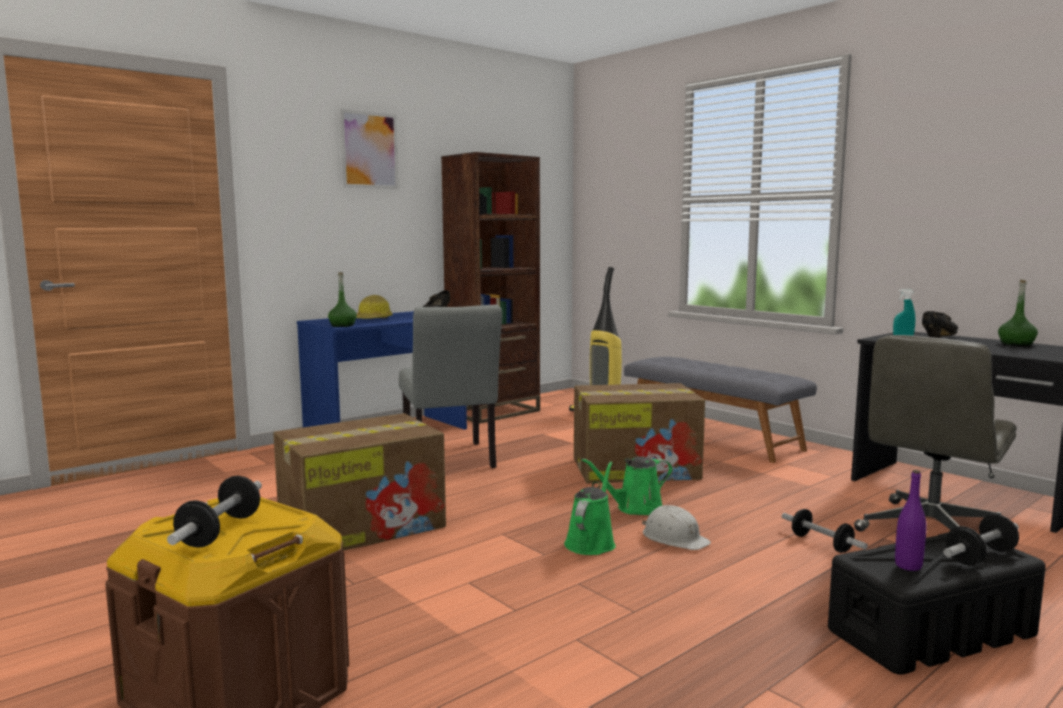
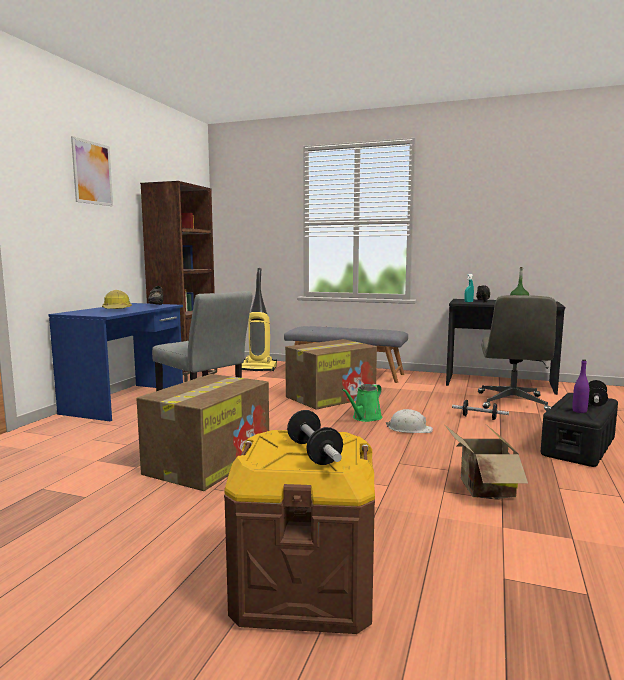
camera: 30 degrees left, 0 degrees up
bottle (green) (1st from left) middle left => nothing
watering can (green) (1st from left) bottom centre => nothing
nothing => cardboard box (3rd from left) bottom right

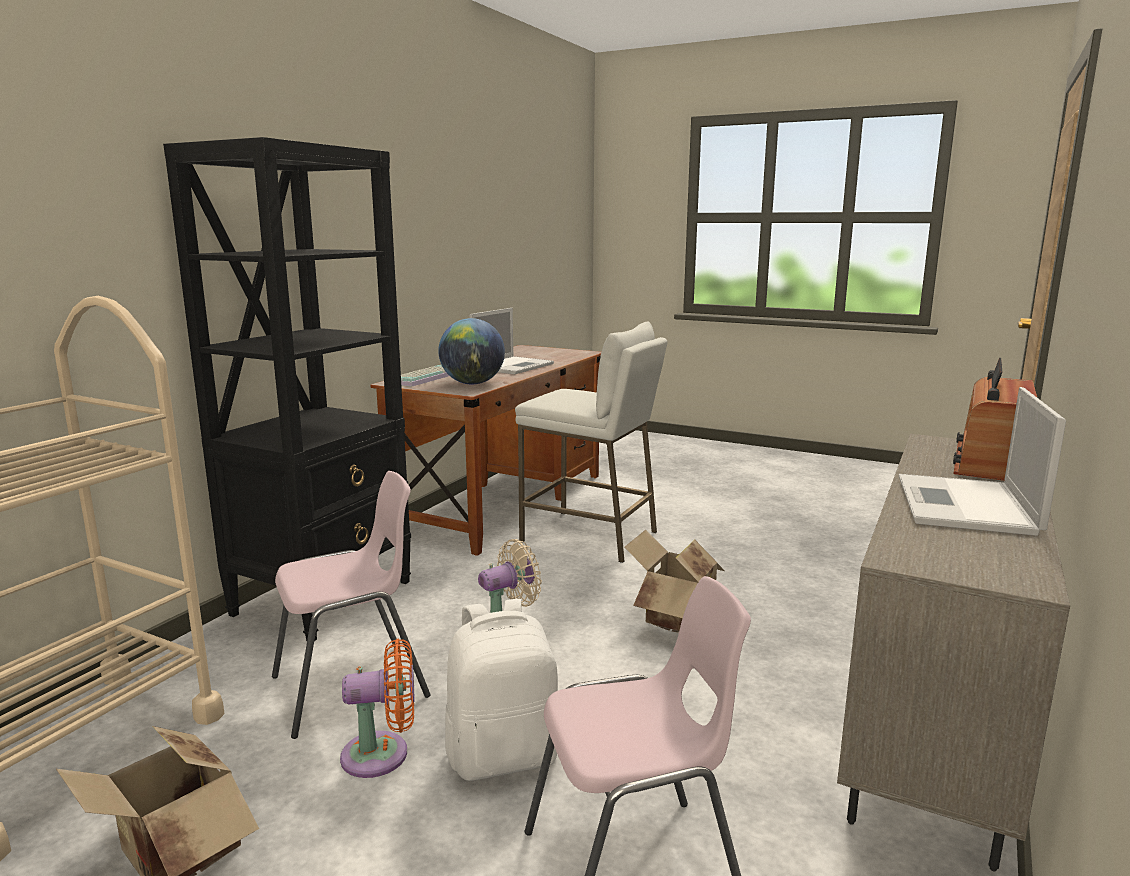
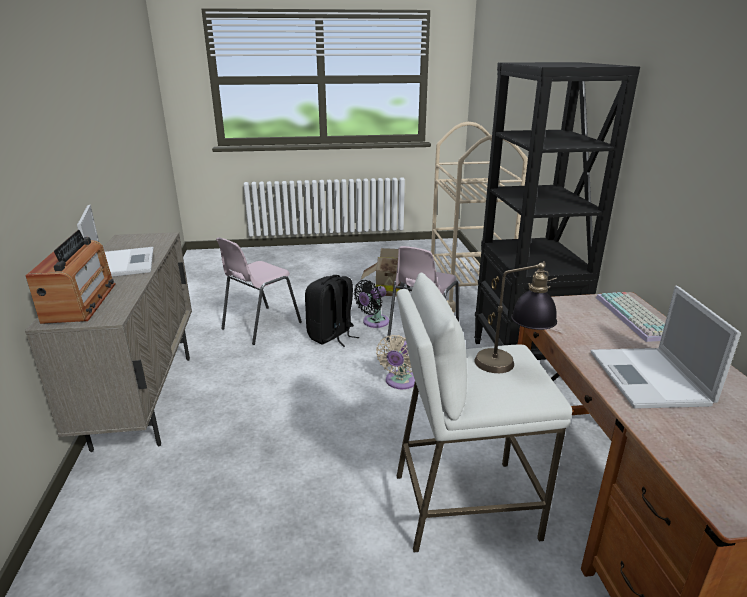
camera: 145 degrees right, 10 degrees up
globe centre => nothing
cardboard box (2nd from left) centre => nothing
nothing => table lamp middle right
fan (orange) bottom centre => fan (black) centre
backpack (white) bottom centre => backpack (black) centre

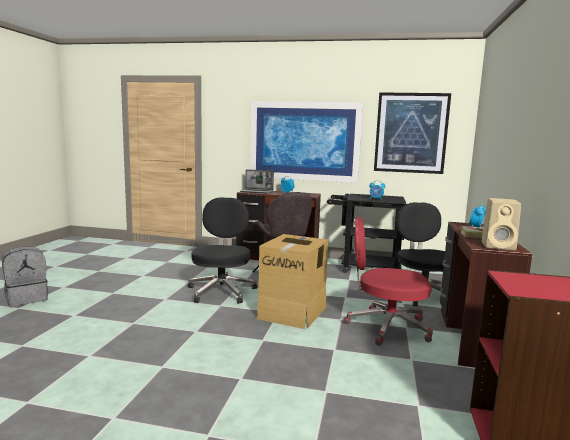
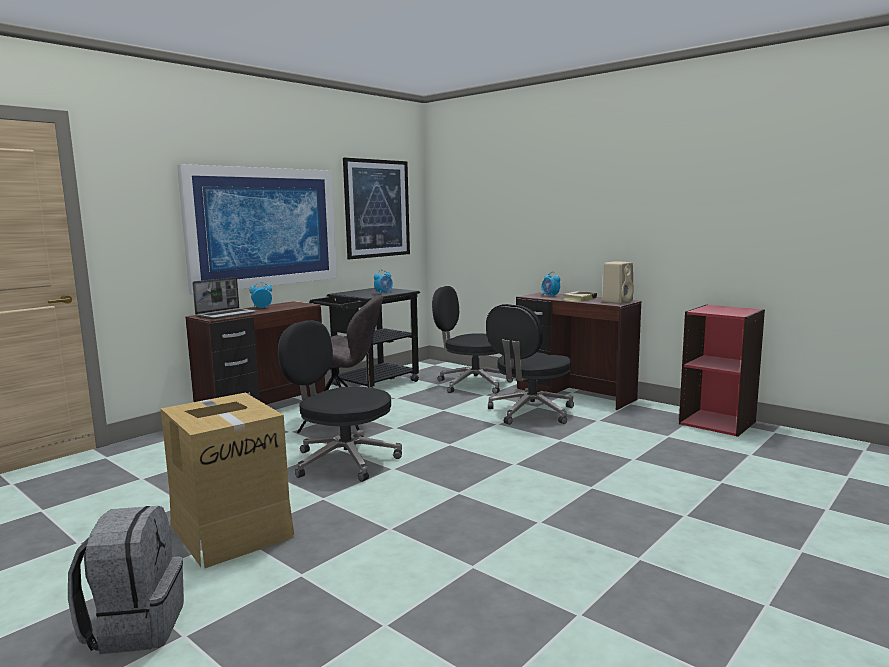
camera: 60 degrees left, 0 degrees up
cardboard box centre => cardboard box bottom left, moved
office chair (red) middle right => office chair (black) (3rd from left) centre

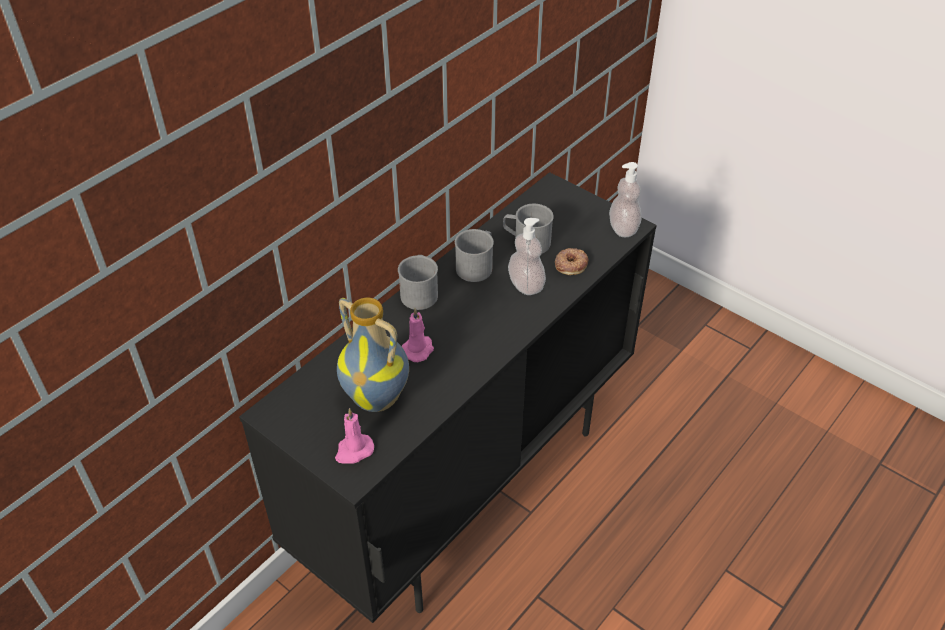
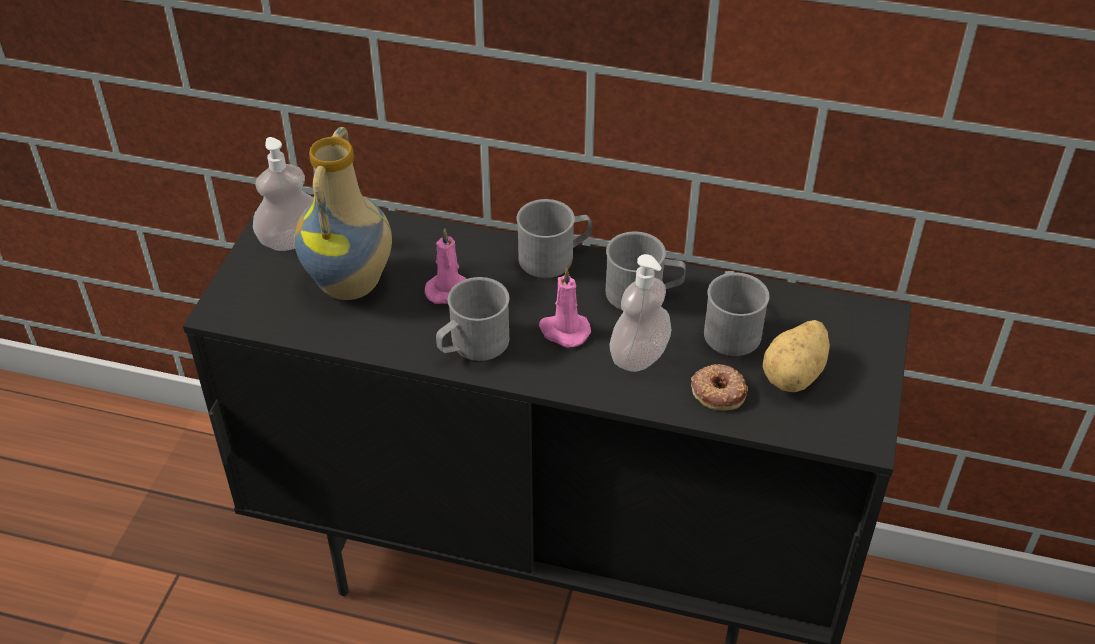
camera: 65 degrees right, 0 degrees up
nothing => mug (grey) (1st from left) centre
nothing => potato middle right
candle (pink) (1st from left in the first image) bottom centre => candle (pink) (2nd from left) centre, moved
soap dispenser (2nd from left in the first image) top centre => soap dispenser (1st from left) top left, moved

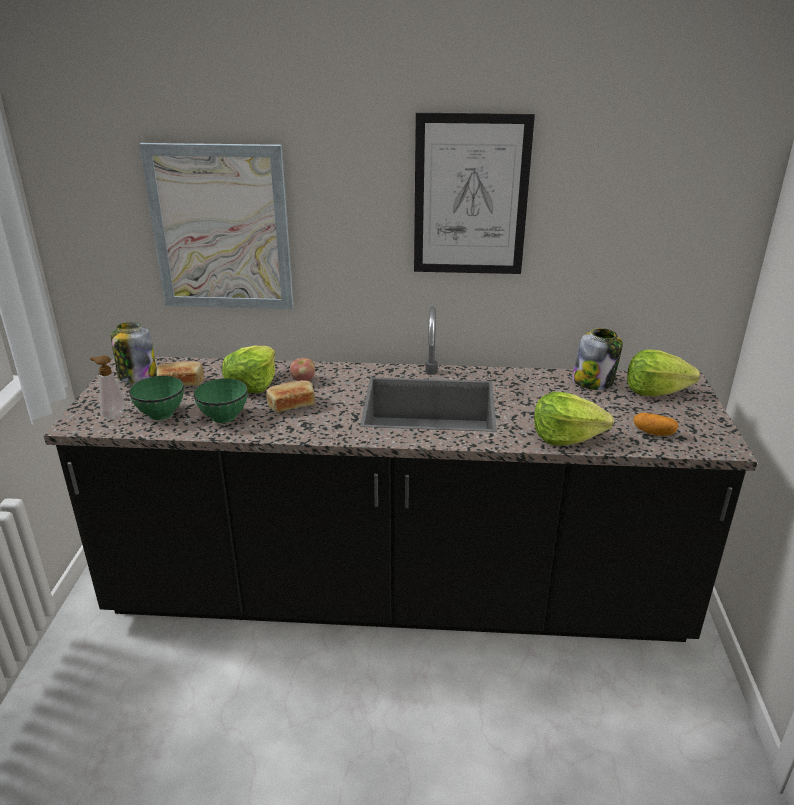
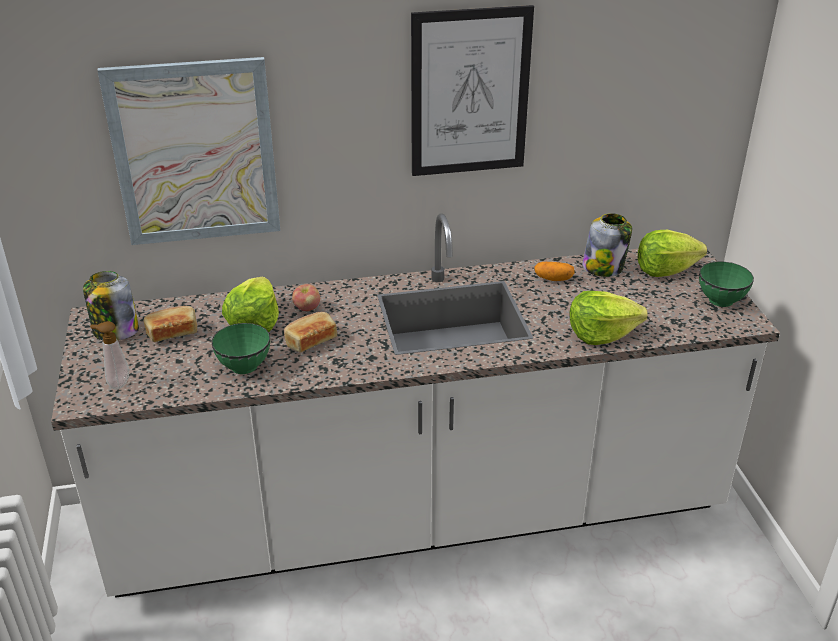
camera: 15 degrees left, 5 degrees up
bowl (green) (1st from left in the first image) middle left => bowl (green) (2nd from left) middle right, moved
potato middle right => potato centre, moved
counter (black) centre => counter (white) centre

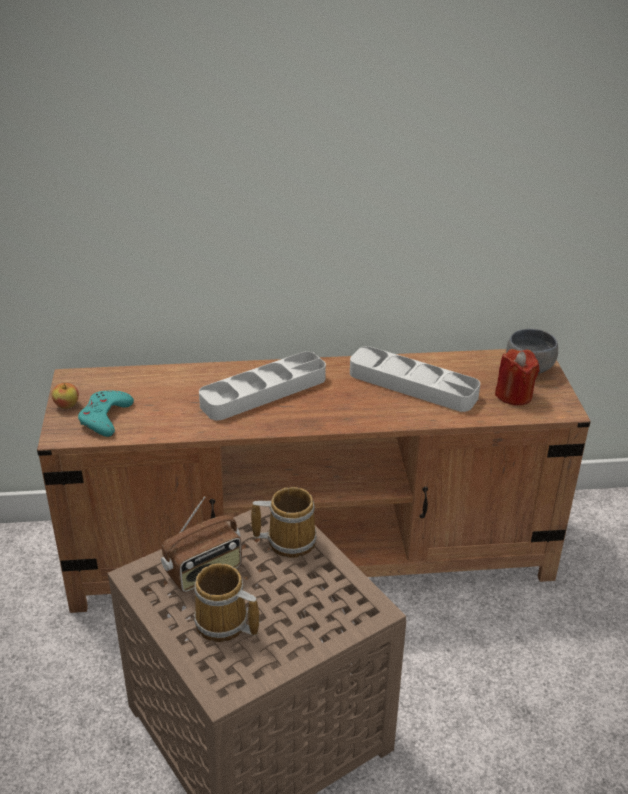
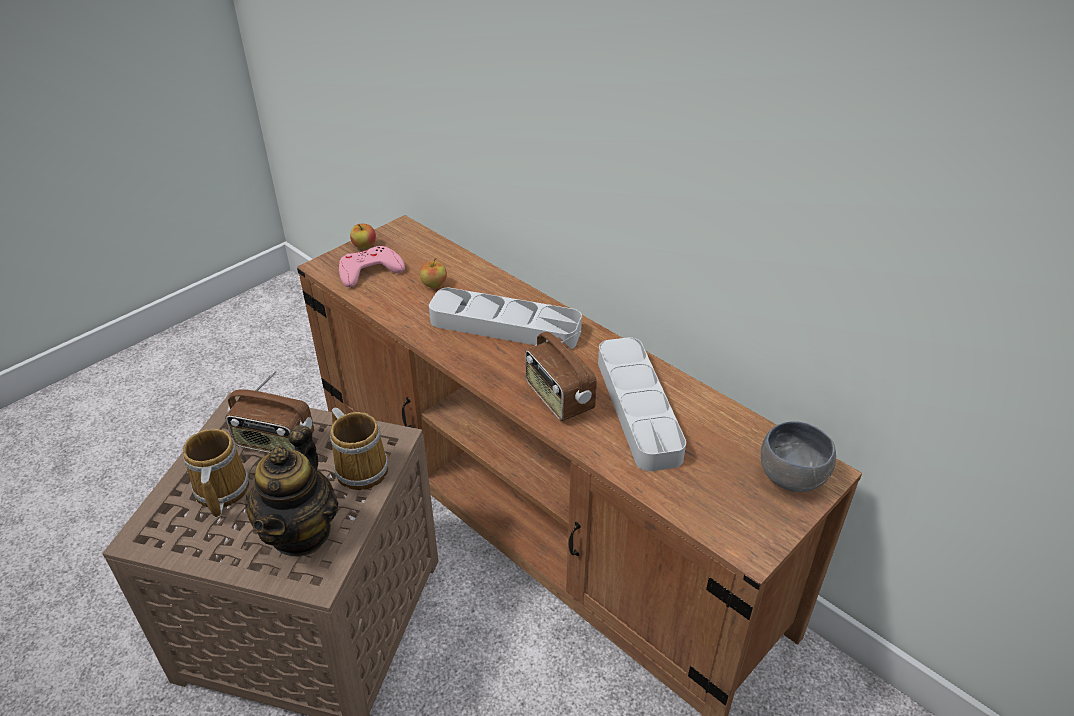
camera: 50 degrees right, 5 degrees up
candle (red) middle right => nothing
nothing => teapot bottom left
nothing => apple (2nd from left) centre
nothing => radio (2nd from left) centre
game controller (turquoise) middle left => game controller (pink) centre

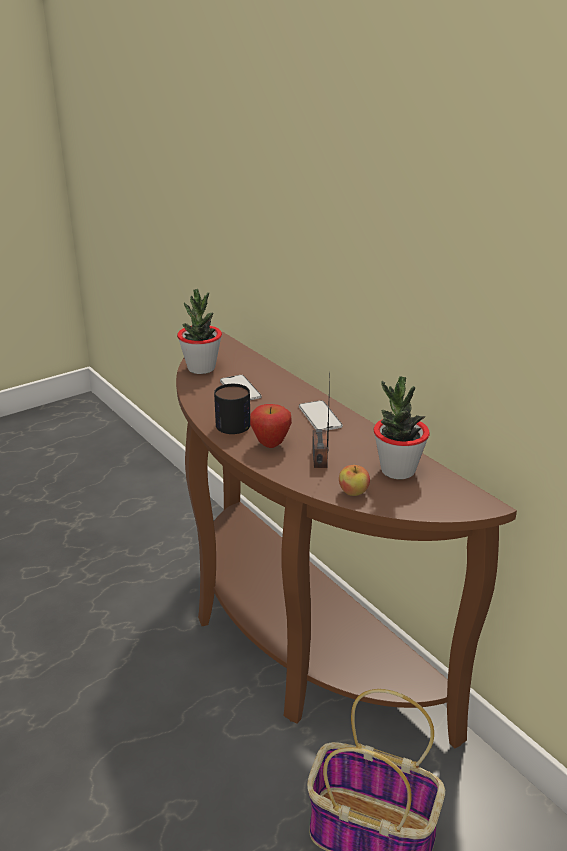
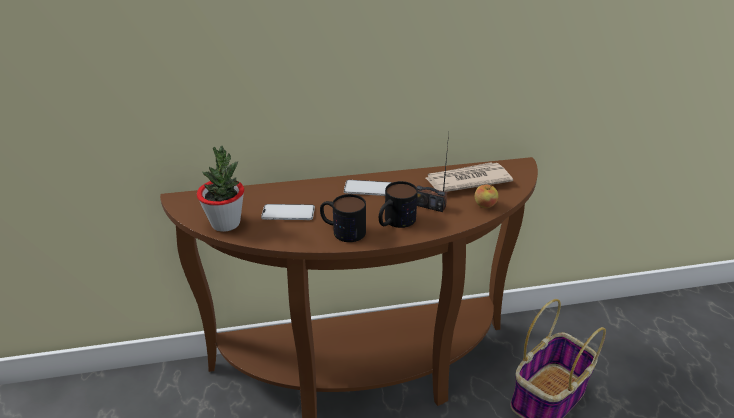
camera: 65 degrees left, 5 degrees up
apple (1st from left) centre => mug (2nd from left) centre
potted plant (2nd from left) middle right => newspaper centre

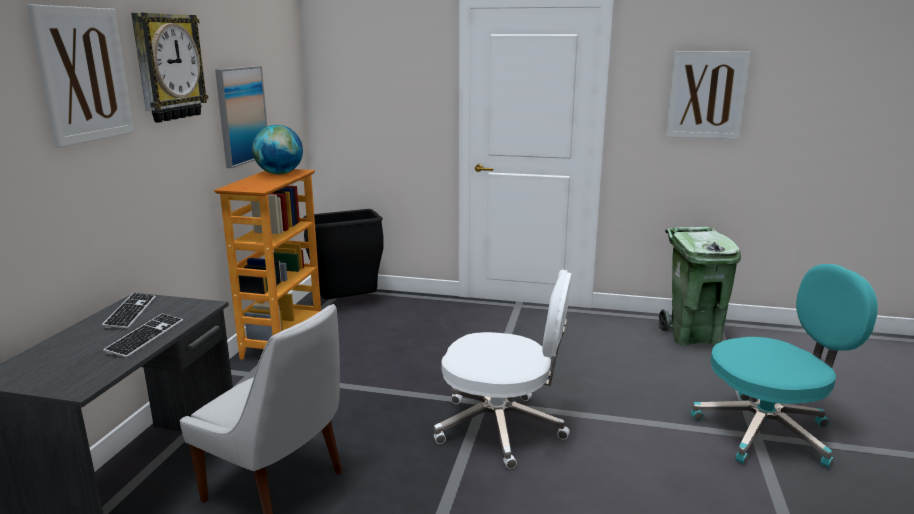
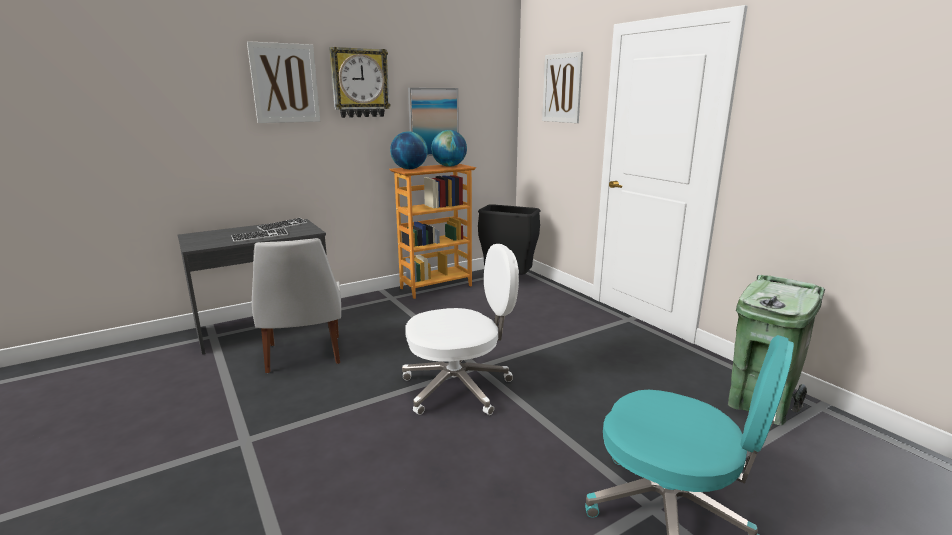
camera: 45 degrees right, 0 degrees up
nothing => globe (1st from left) top centre
picture (3rd from left) top right => picture (3rd from left) top centre, moved
office chair (white) bottom centre => office chair (white) centre, 75 degrees counterclockwise

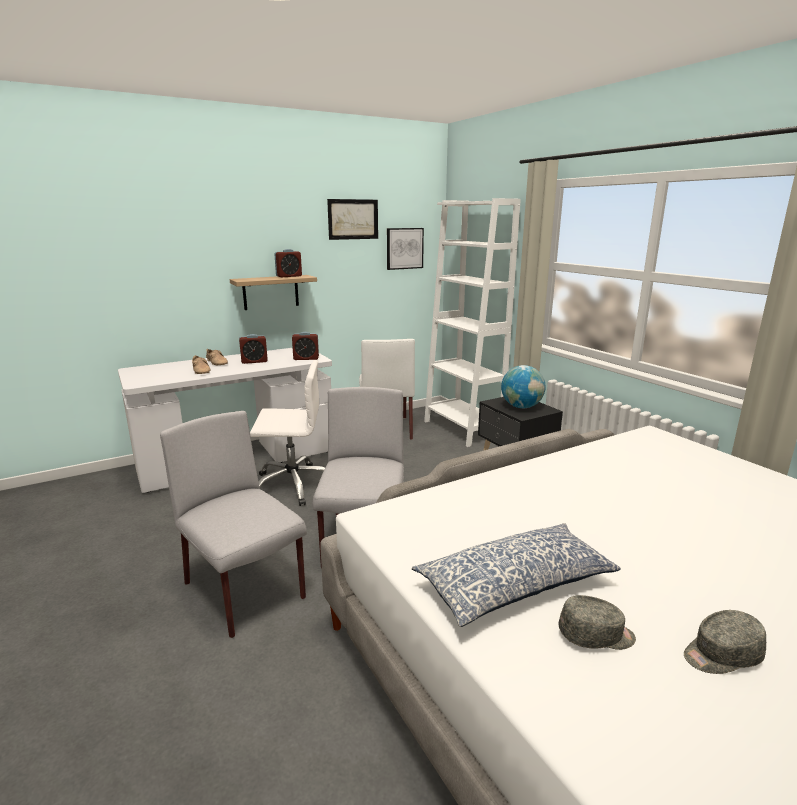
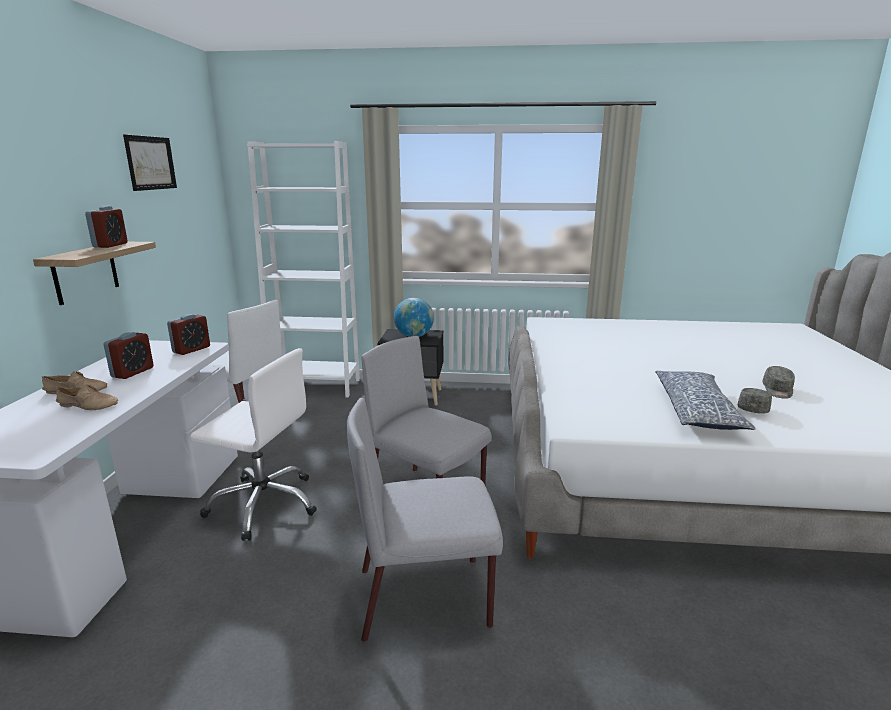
camera: 55 degrees left, 0 degrees up
picture (2nd from left) top centre => nothing
office chair (white) centre => office chair (white) middle left, 75 degrees clockwise

